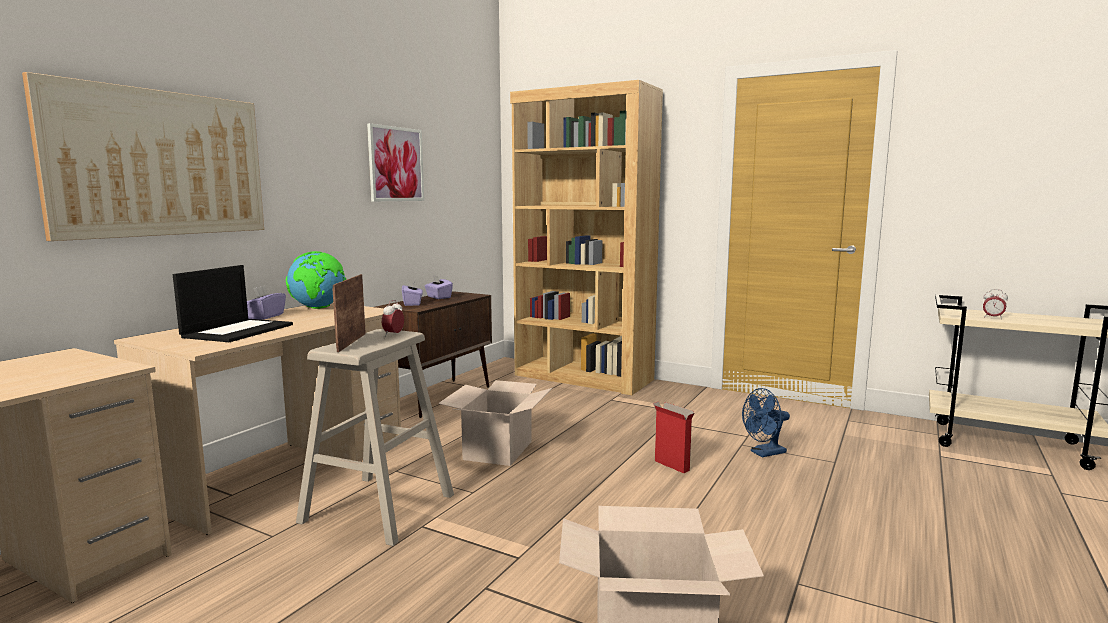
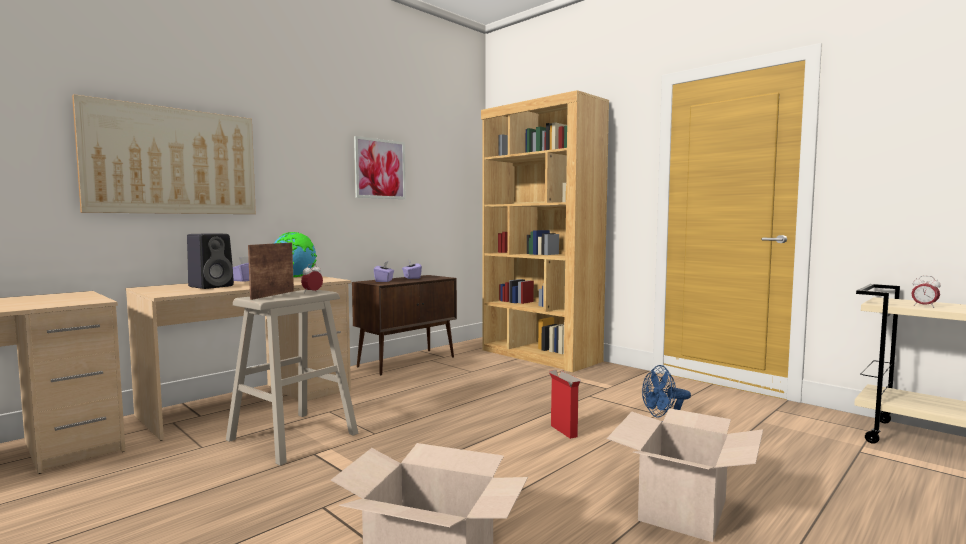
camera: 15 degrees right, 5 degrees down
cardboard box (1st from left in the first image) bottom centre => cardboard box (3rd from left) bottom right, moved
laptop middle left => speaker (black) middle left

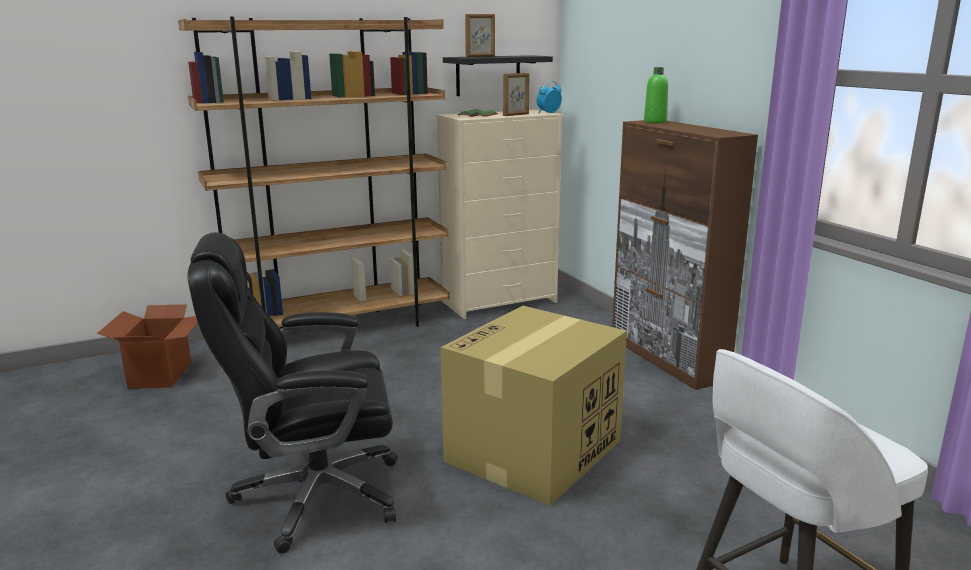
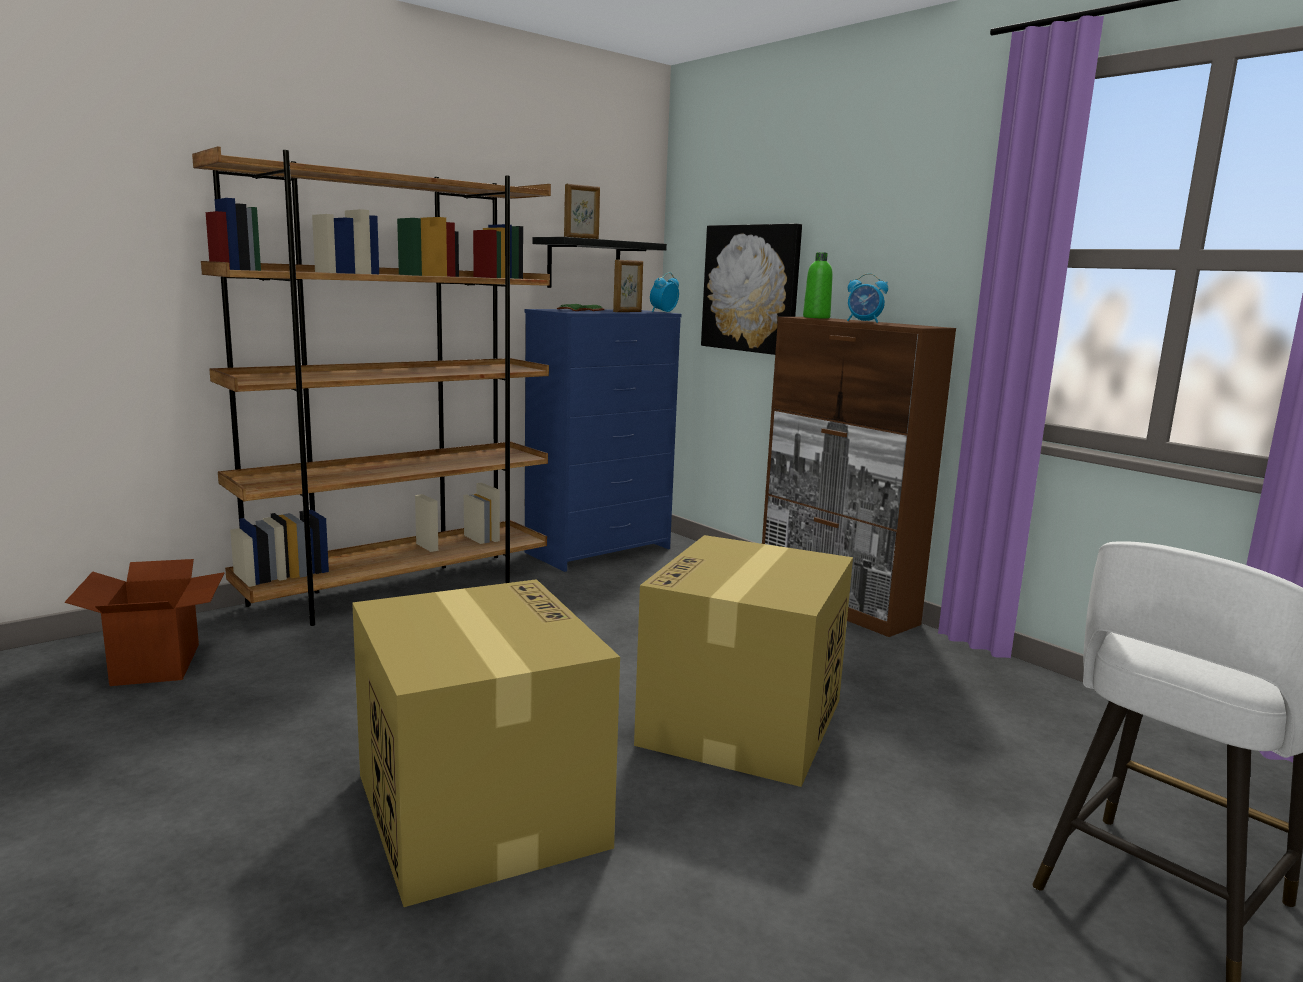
camera: 15 degrees left, 5 degrees down
nothing => picture top centre
nothing => alarm clock (2nd from left) top centre
office chair (black) bottom left => cardboard box (2nd from left) bottom centre
dresser (beige) centre => dresser (blue) centre

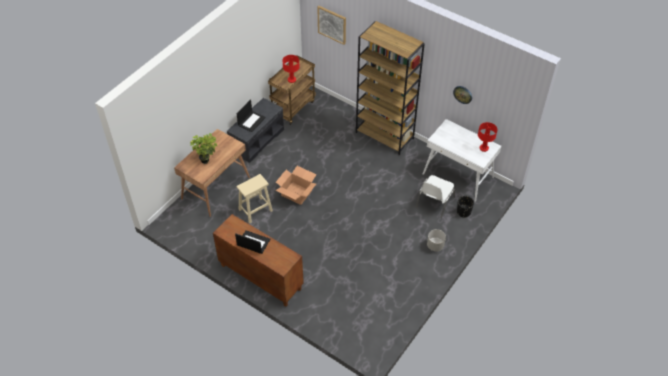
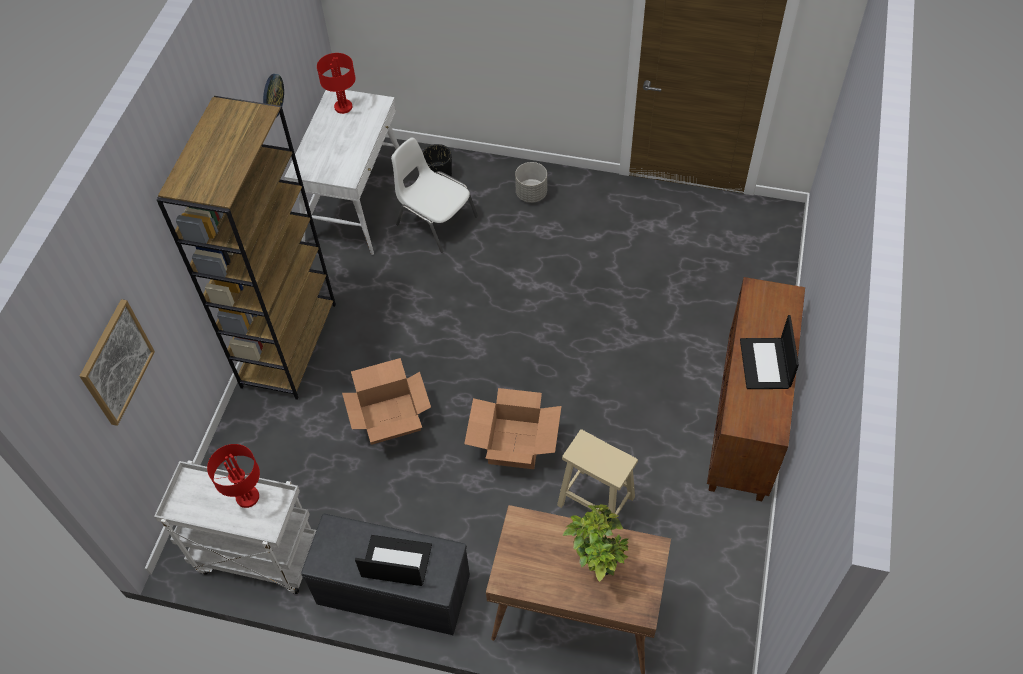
camera: 110 degrees left, 5 degrees up
nothing => cardboard box (1st from left) centre
cart (brown) top centre => cart (white) bottom left
chair (white) centre => chair (white) top centre, 150 degrees counterclockwise

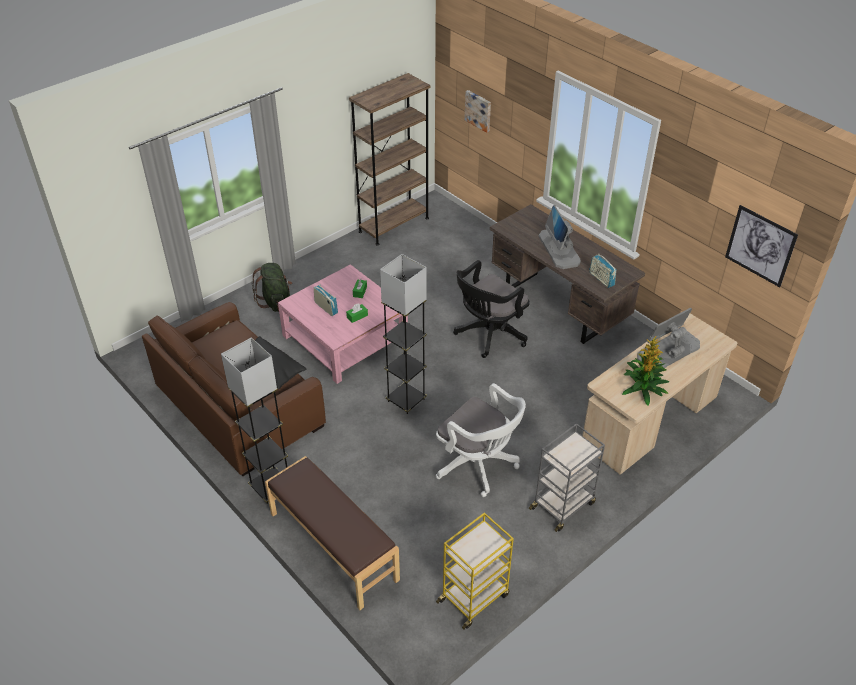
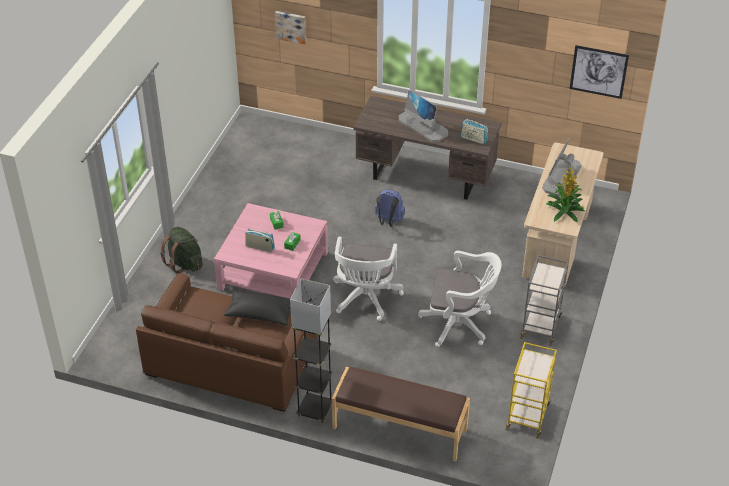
camera: 30 degrees left, 0 degrees up
bookcase (brown) top centre => nothing
floor lamp (grey) (2nd from left) centre => office chair (white) (1st from left) centre
office chair (black) centre => backpack (blue) centre

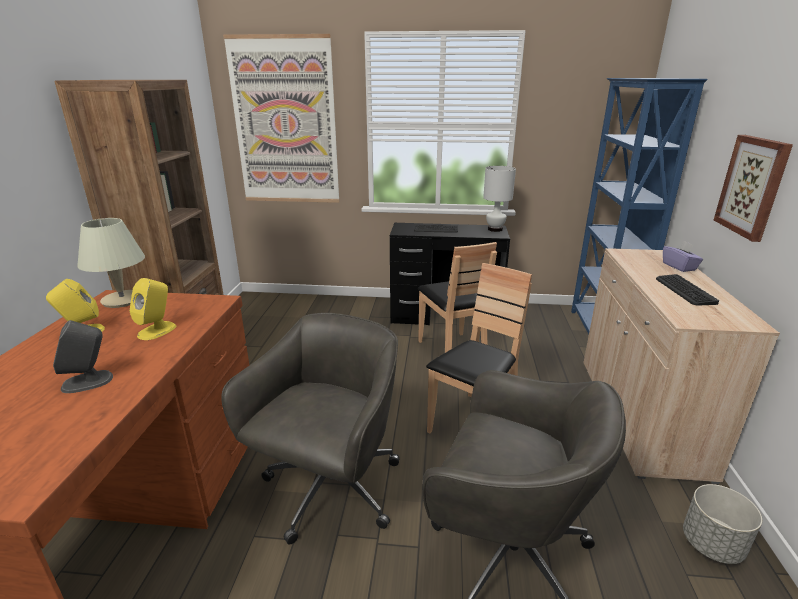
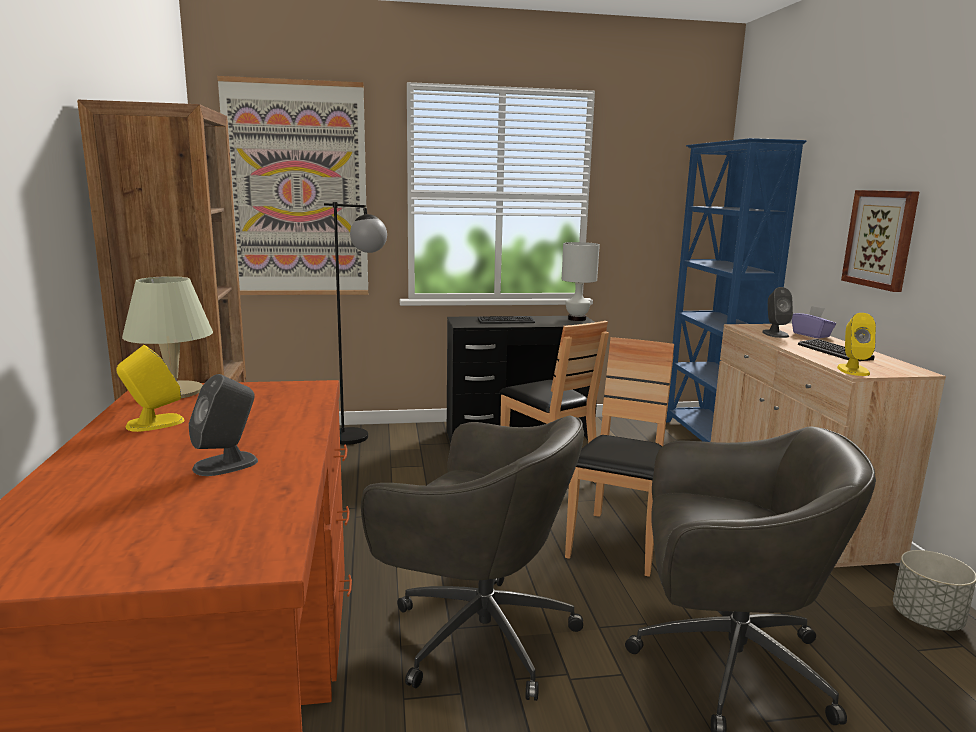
camera: 15 degrees left, 10 degrees down
nothing => floor lamp (black) centre
nothing => speaker (grey) (2nd from left) middle right
speaker (yellow) (2nd from left) middle left => speaker (yellow) (2nd from left) middle right, moved
office chair (grey) (1st from left) bottom centre, 105 degrees clockwise

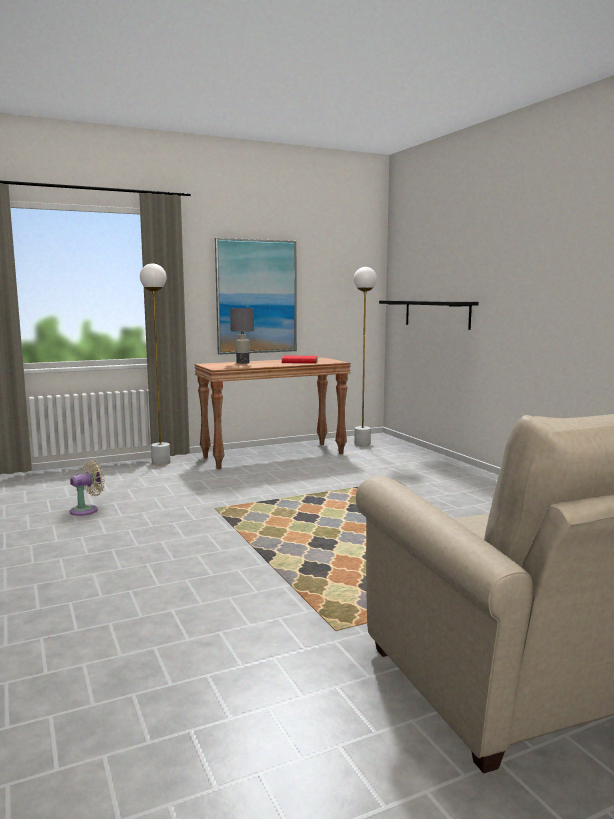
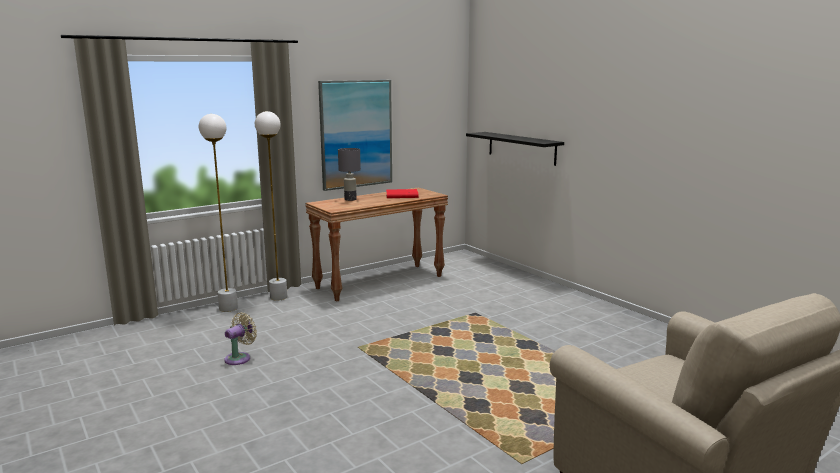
camera: 10 degrees left, 5 degrees up
floor lamp (white) (2nd from left in the first image) centre => floor lamp (white) (1st from left) middle left, moved

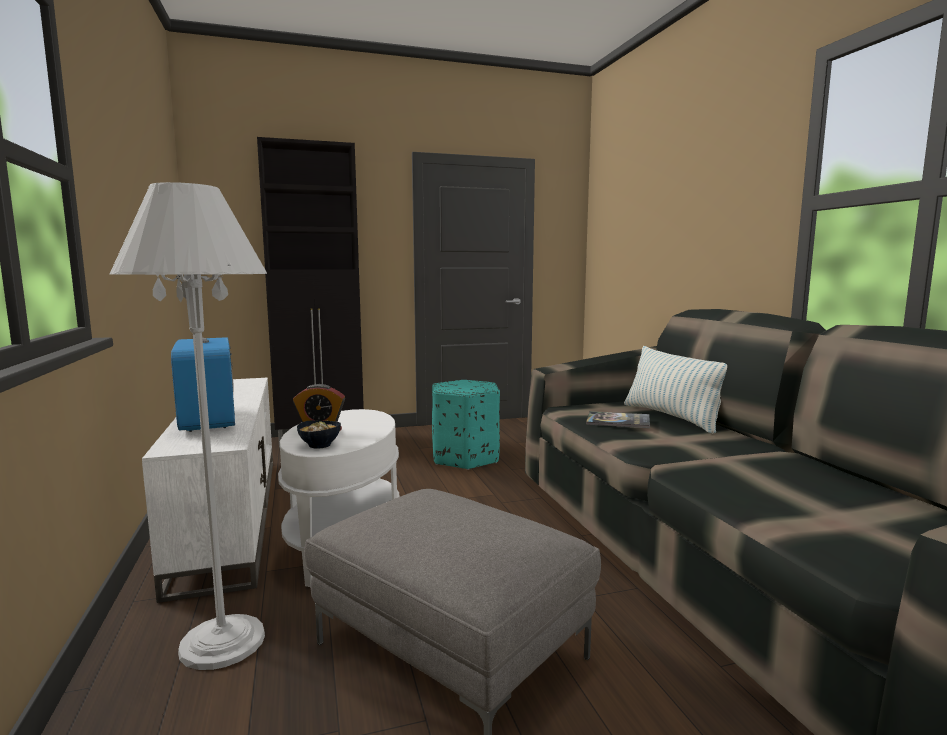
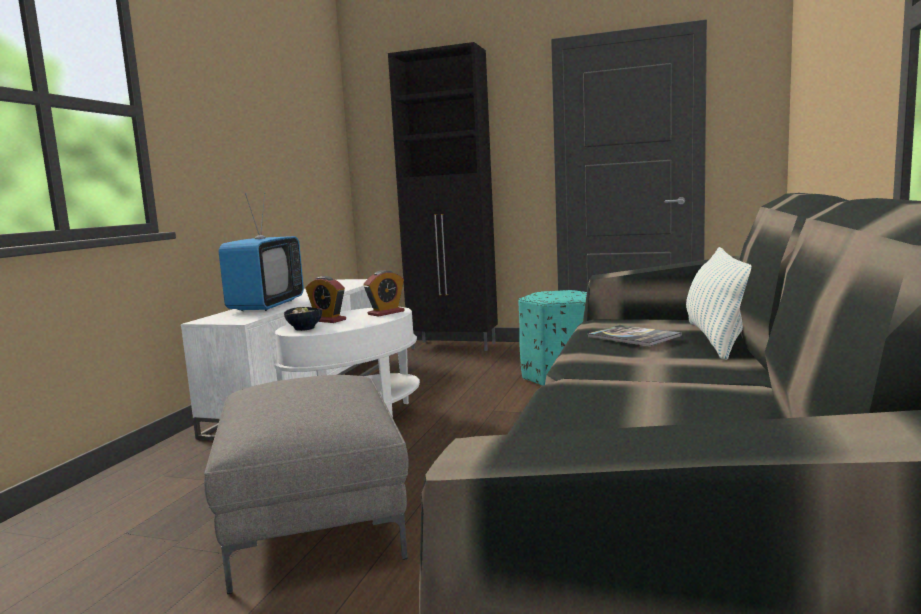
camera: 35 degrees right, 0 degrees up
floor lamp (white) middle left => nothing
nothing => alarm clock (2nd from left) centre

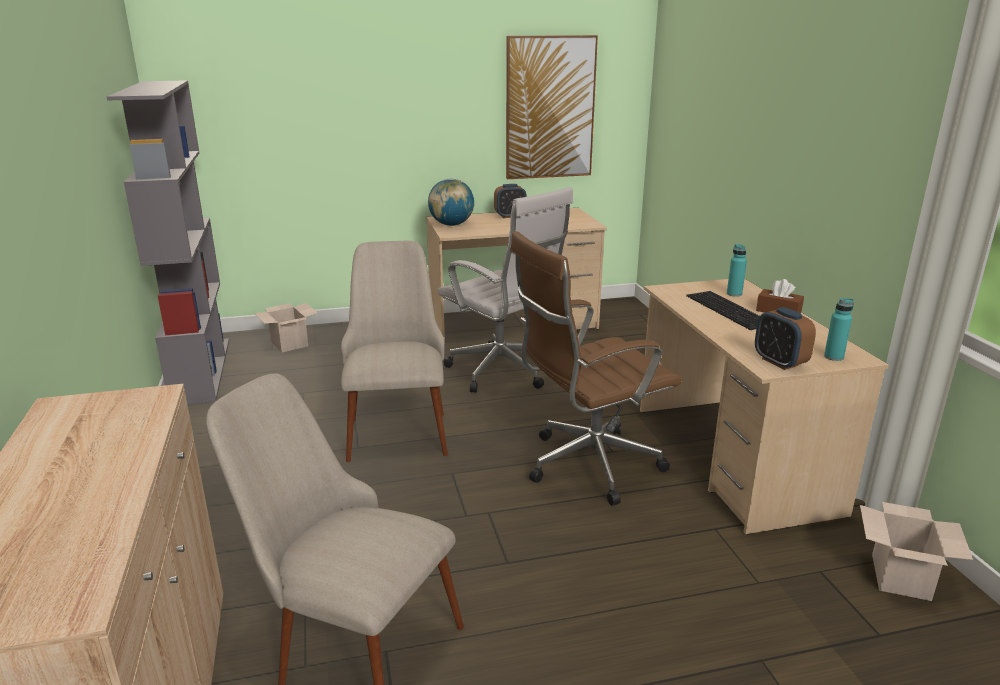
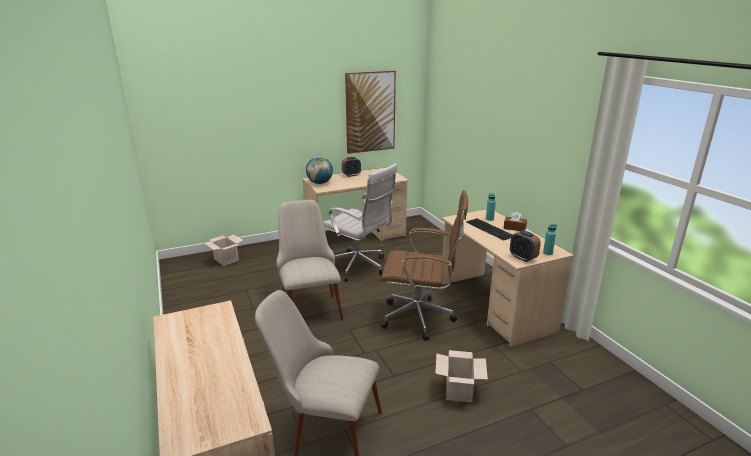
camera: 10 degrees left, 0 degrees up
bookcase (grey) middle left => nothing
cardboard box (2nd from left) bottom right => cardboard box (2nd from left) bottom centre, moved
office chair (brown) centre, 135 degrees counterclockwise

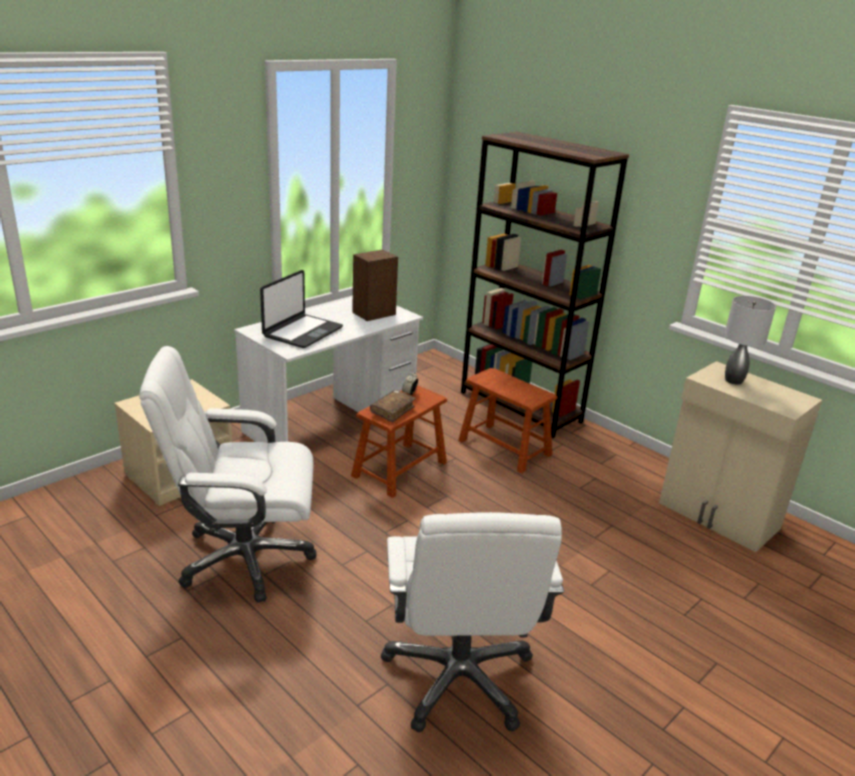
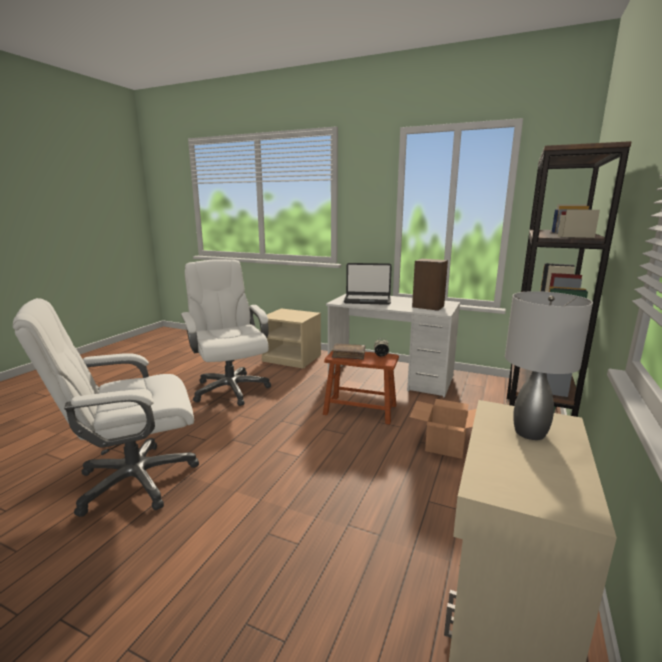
camera: 70 degrees right, 10 degrees down
stool (brown) (2nd from left) centre => cardboard box middle right

